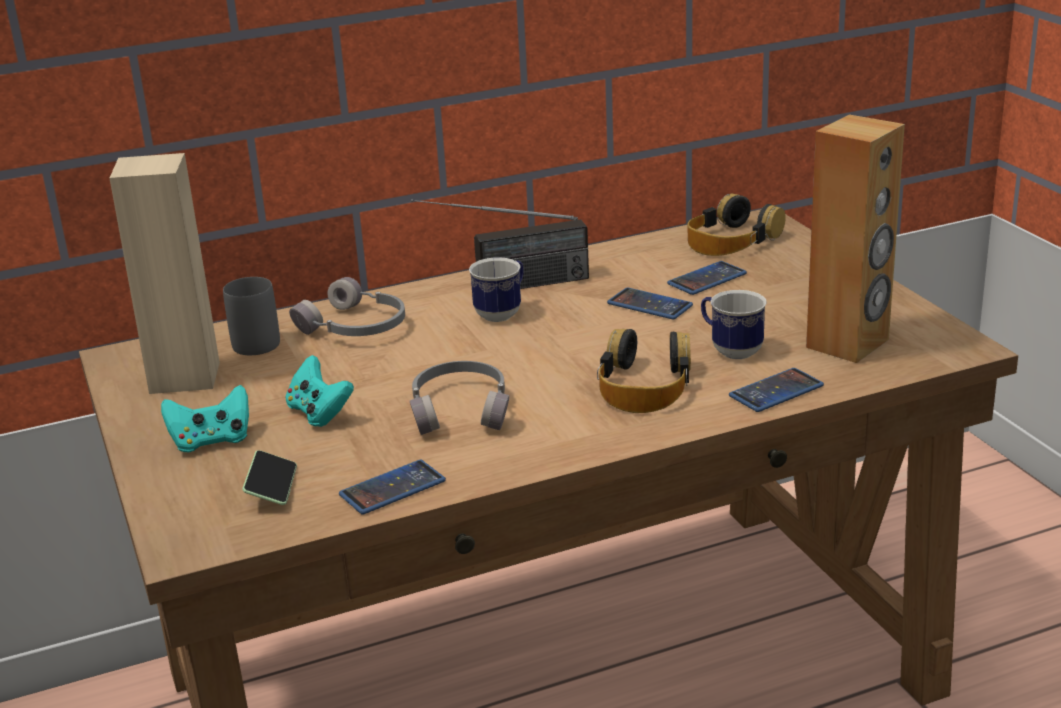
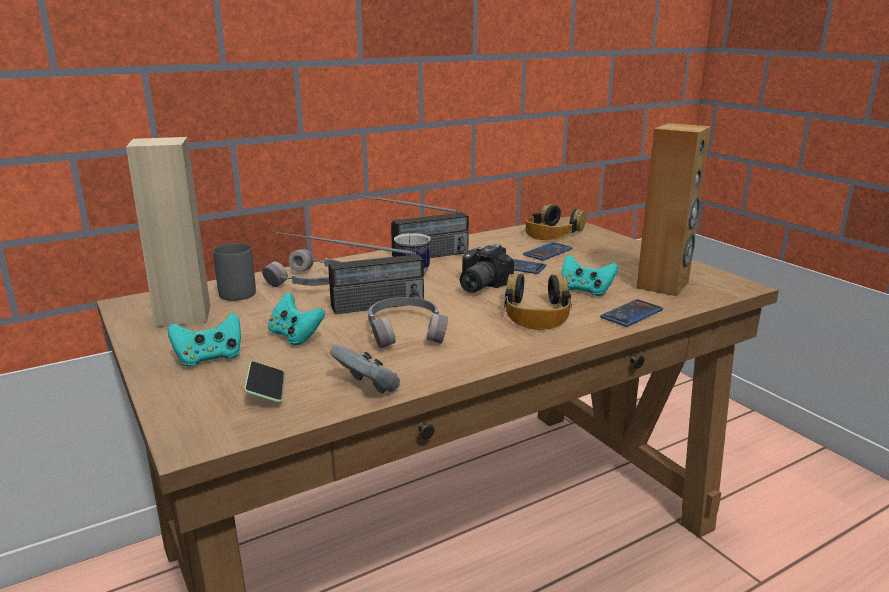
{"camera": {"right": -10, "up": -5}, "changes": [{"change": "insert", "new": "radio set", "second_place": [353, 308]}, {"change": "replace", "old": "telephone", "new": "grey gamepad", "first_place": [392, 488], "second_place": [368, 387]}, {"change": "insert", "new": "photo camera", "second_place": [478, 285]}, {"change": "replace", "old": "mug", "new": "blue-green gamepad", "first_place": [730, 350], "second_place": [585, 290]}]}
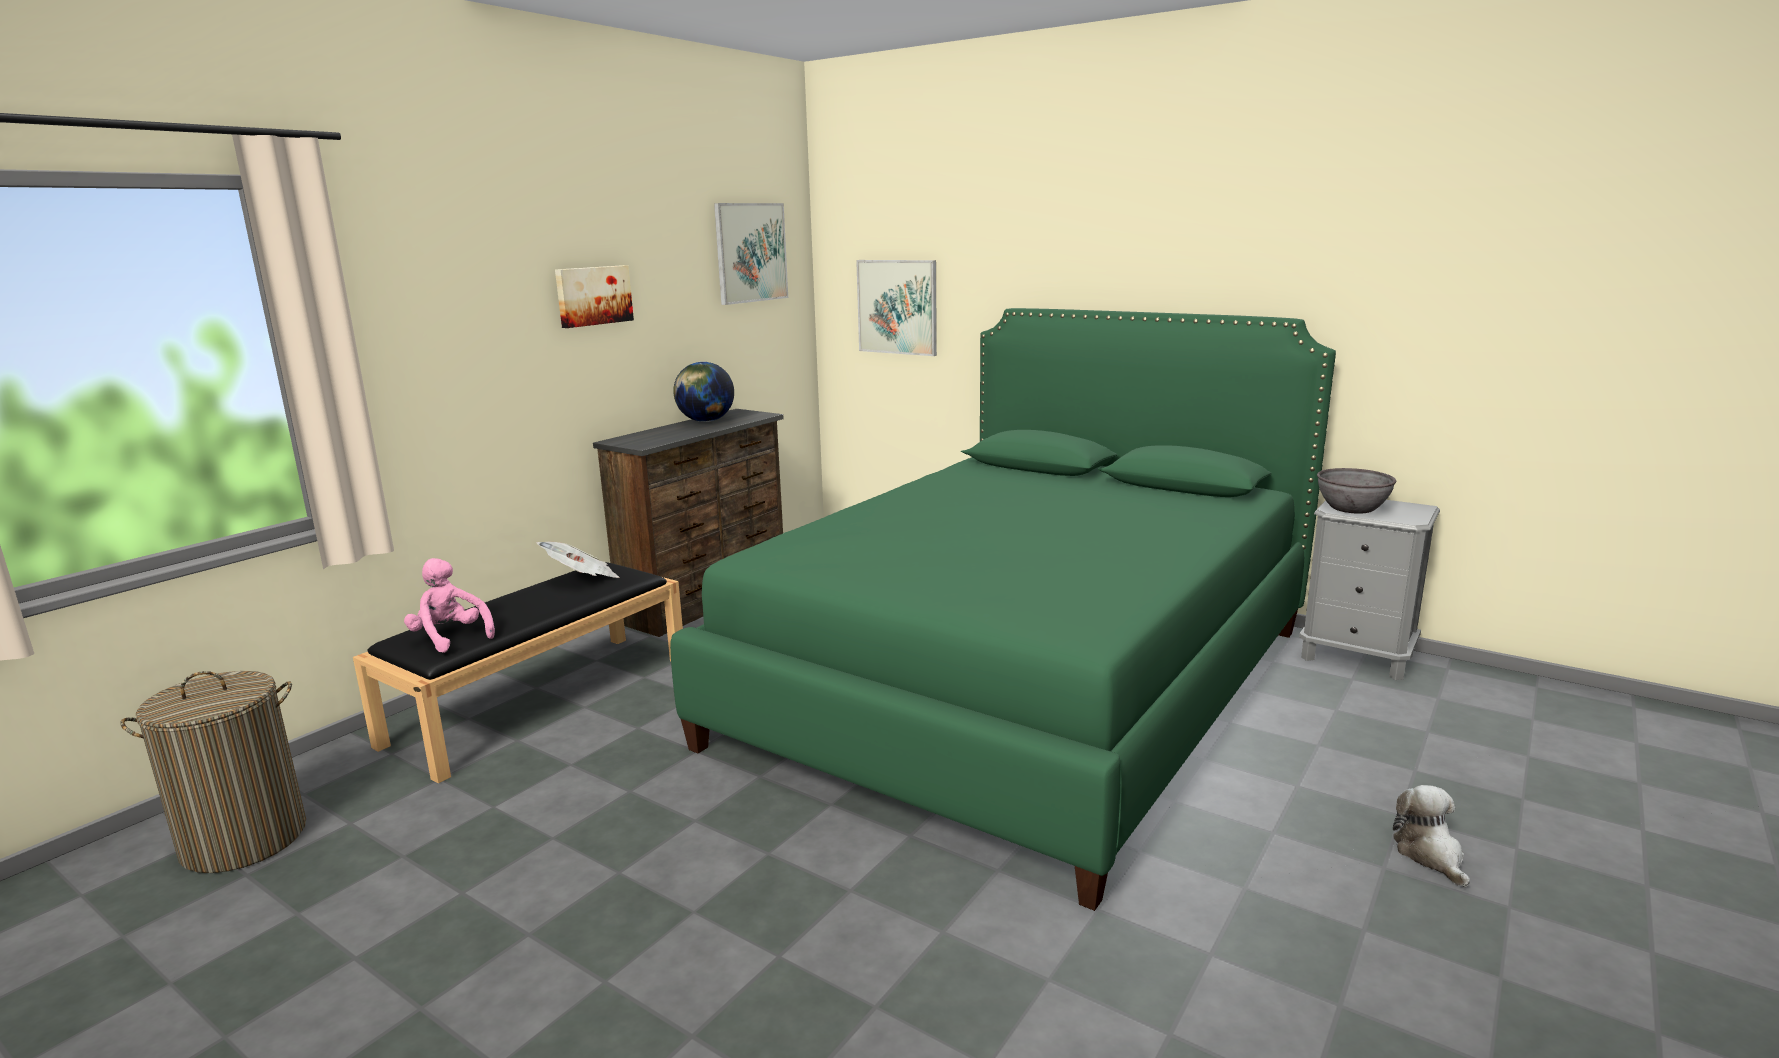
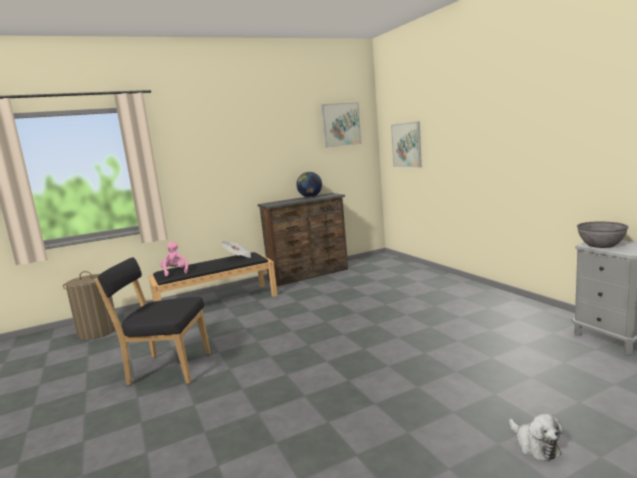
{"camera": {"right": 30, "up": -5}, "changes": [{"change": "insert", "new": "black-coloured plain chair", "second_place": [166, 369]}, {"change": "rotate", "old": "cuddly toy", "first_place": [1430, 855], "second_place": [535, 445], "degrees": 135}, {"change": "delete", "old": "wall picture", "first_place": [593, 295]}, {"change": "delete", "old": "green bed", "first_place": [1026, 684]}]}
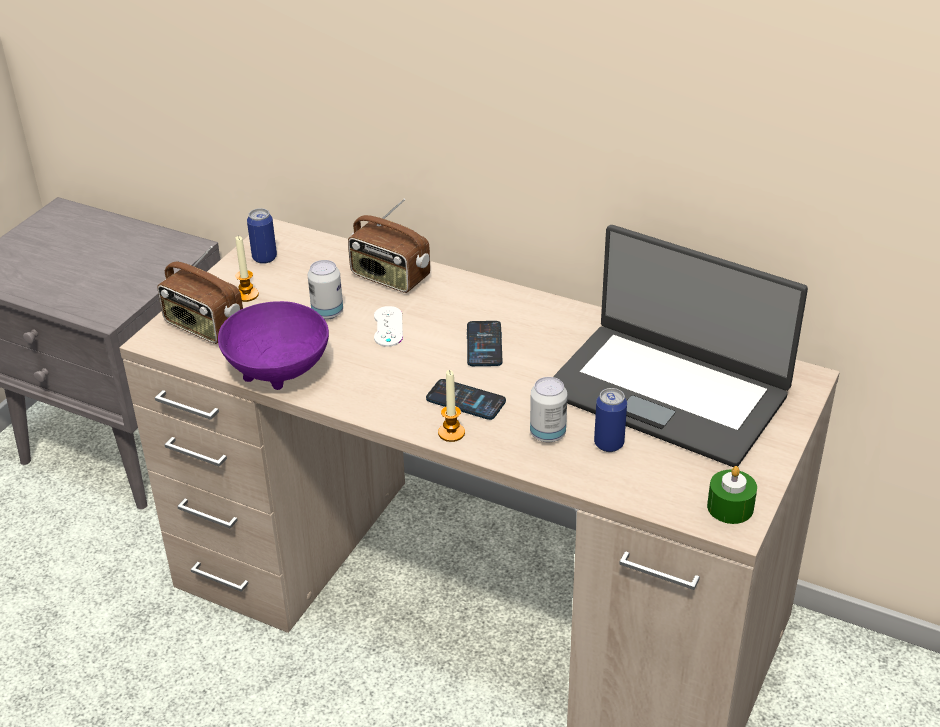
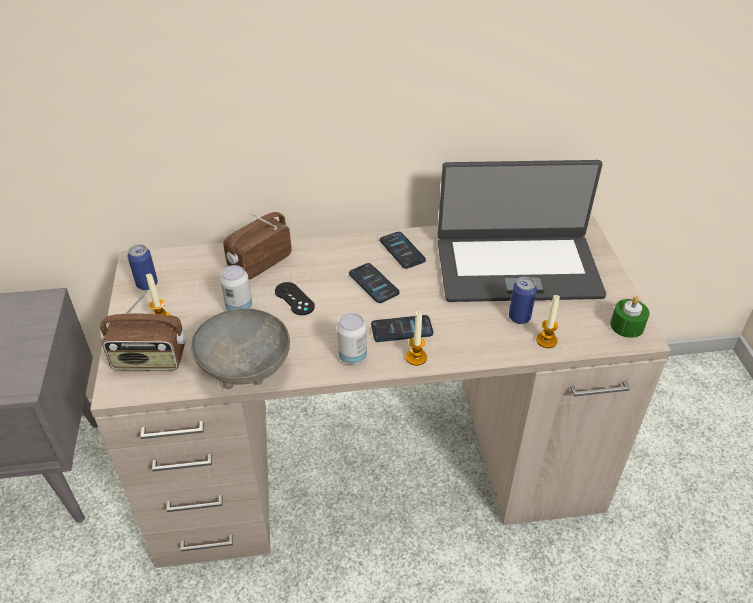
{"camera": {"right": -35, "up": 5}, "changes": [{"change": "recolor", "old": "purple-coloured serving bowl", "new": "grey serving bowl", "first_place": [278, 372], "second_place": [247, 370]}, {"change": "rotate", "old": "radio set", "first_place": [389, 278], "second_place": [259, 262], "degrees": 135}, {"change": "recolor", "old": "whitish gamepad", "new": "black-coloured gamepad", "first_place": [388, 326], "second_place": [294, 299]}, {"change": "move", "old": "sealed can", "first_place": [547, 434], "second_place": [352, 356]}, {"change": "insert", "new": "telephone", "second_place": [402, 251]}, {"change": "insert", "new": "wax light", "second_place": [546, 340]}]}
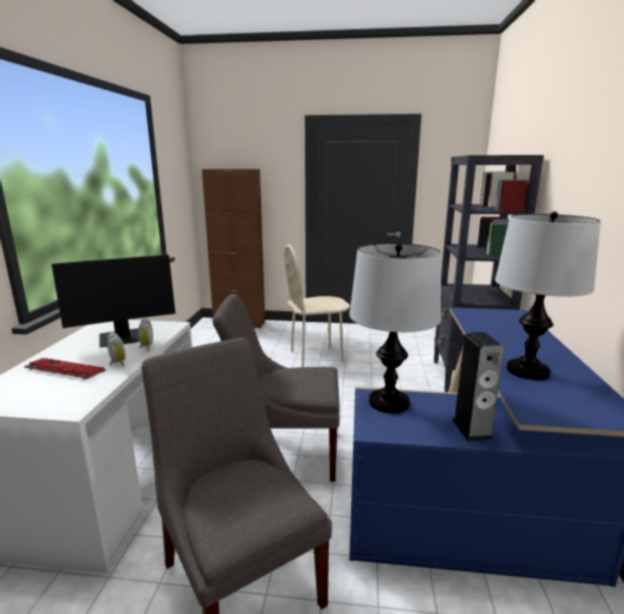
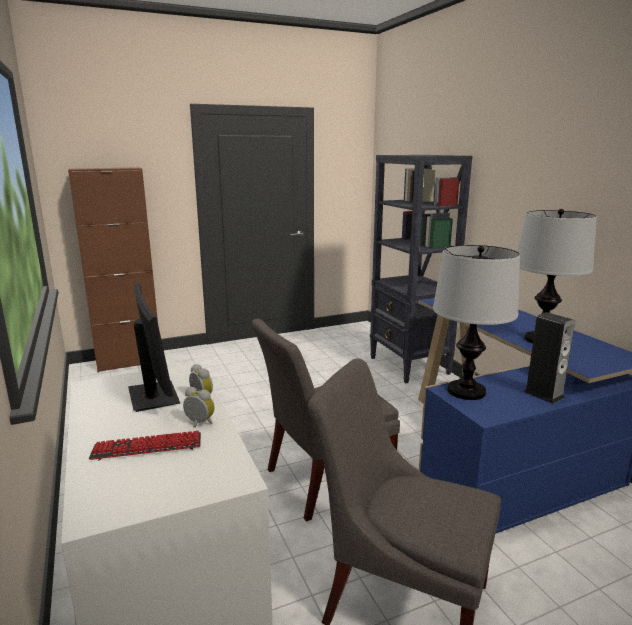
{"camera": {"right": -30, "up": 0}, "changes": [{"change": "rotate", "old": "computer display", "first_place": [123, 338], "second_place": [153, 396], "degrees": -60}, {"change": "delete", "old": "sand-coloured plain chair", "first_place": [316, 356]}]}
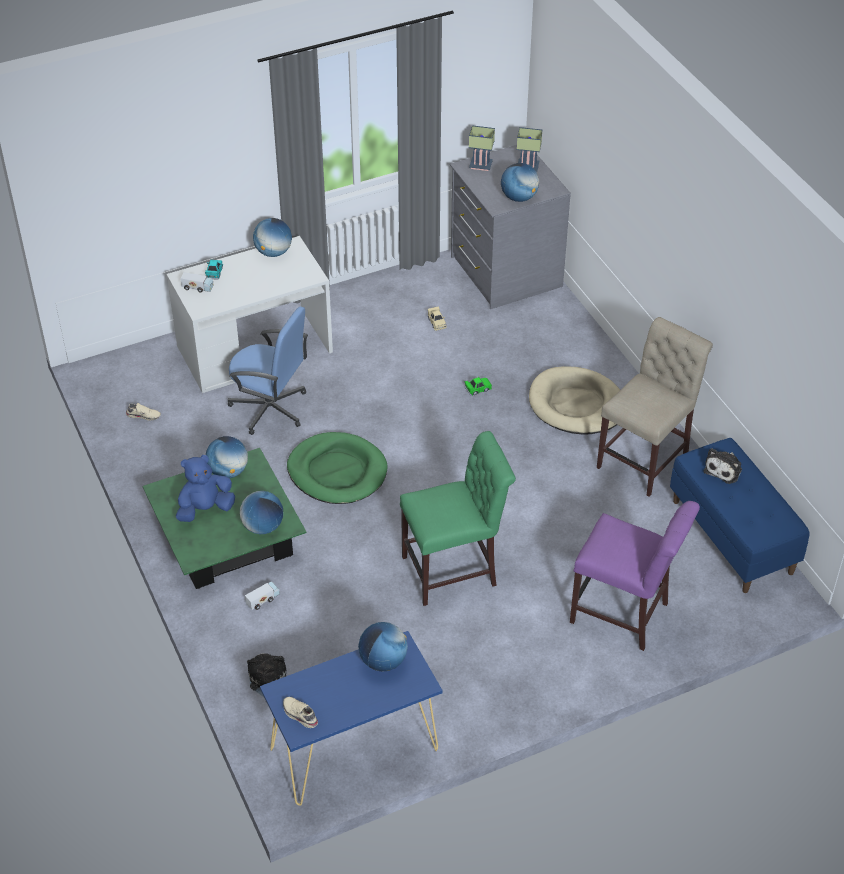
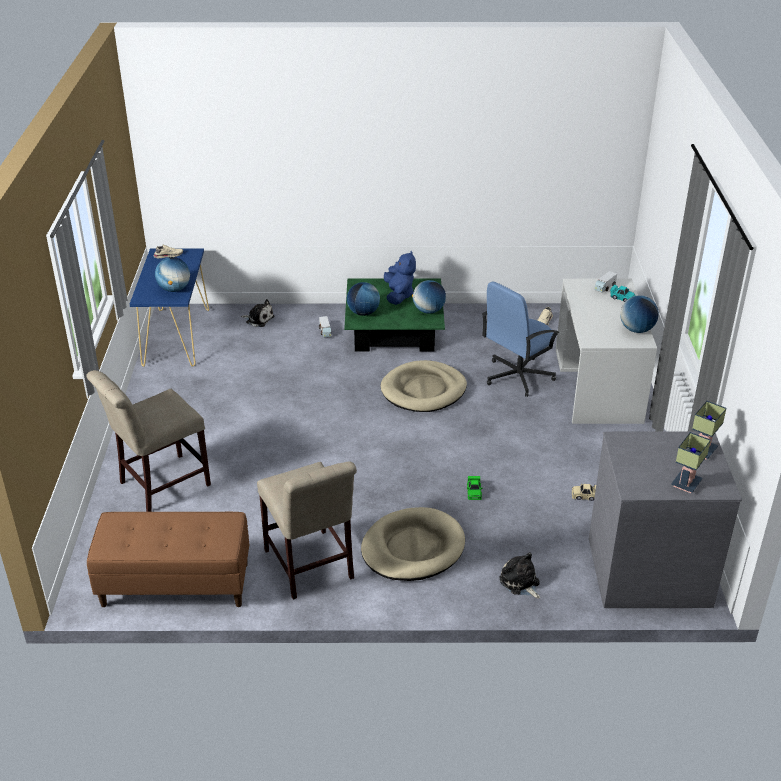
{"camera": {"right": 115, "up": -10}, "changes": [{"change": "recolor", "old": "purple-coloured plain chair", "new": "sand-coloured plain chair", "first_place": [624, 615], "second_place": [159, 485]}, {"change": "recolor", "old": "blue-coloured indoor bench", "new": "brownish indoor bench", "first_place": [733, 537], "second_place": [175, 585]}, {"change": "recolor", "old": "green pet bed", "new": "sand-coloured pet bed", "first_place": [337, 471], "second_place": [423, 390]}, {"change": "move", "old": "cuddly toy", "first_place": [724, 469], "second_place": [520, 583]}, {"change": "delete", "old": "green plain chair", "first_place": [455, 570]}, {"change": "delete", "old": "globe", "first_place": [519, 197]}]}
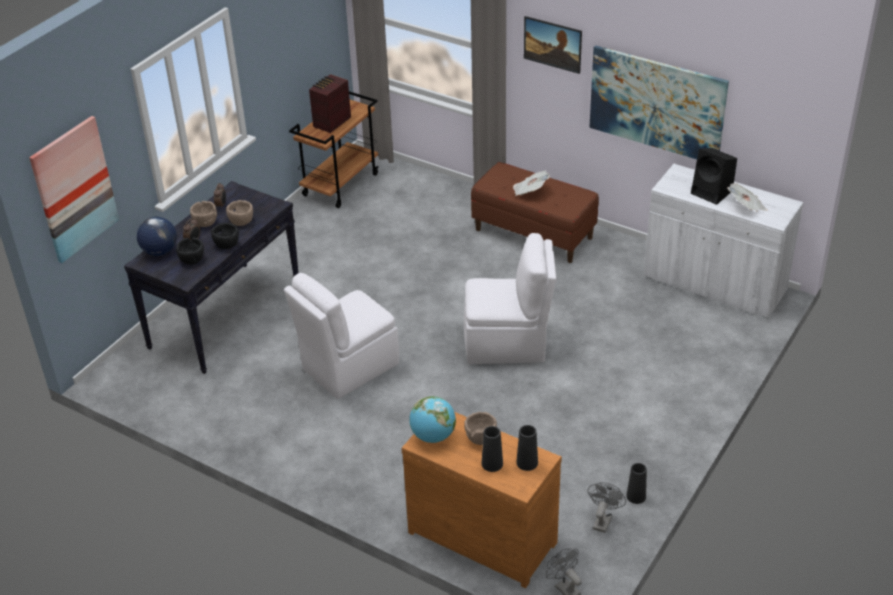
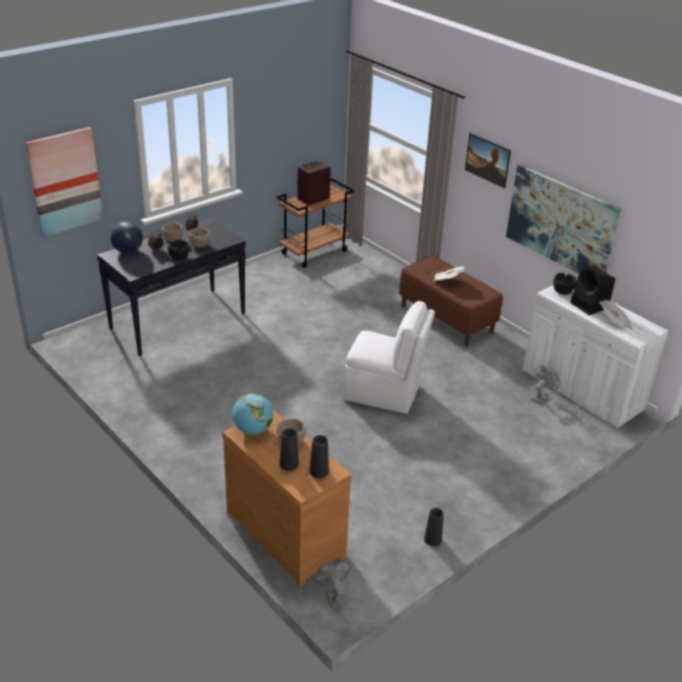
{"camera": {"right": 15, "up": -5}, "changes": [{"change": "move", "old": "grey electric fan", "first_place": [603, 520], "second_place": [541, 397]}, {"change": "move", "old": "black-coloured serving bowl", "first_place": [192, 260], "second_place": [562, 291]}, {"change": "delete", "old": "whitish plain chair", "first_place": [348, 367]}]}
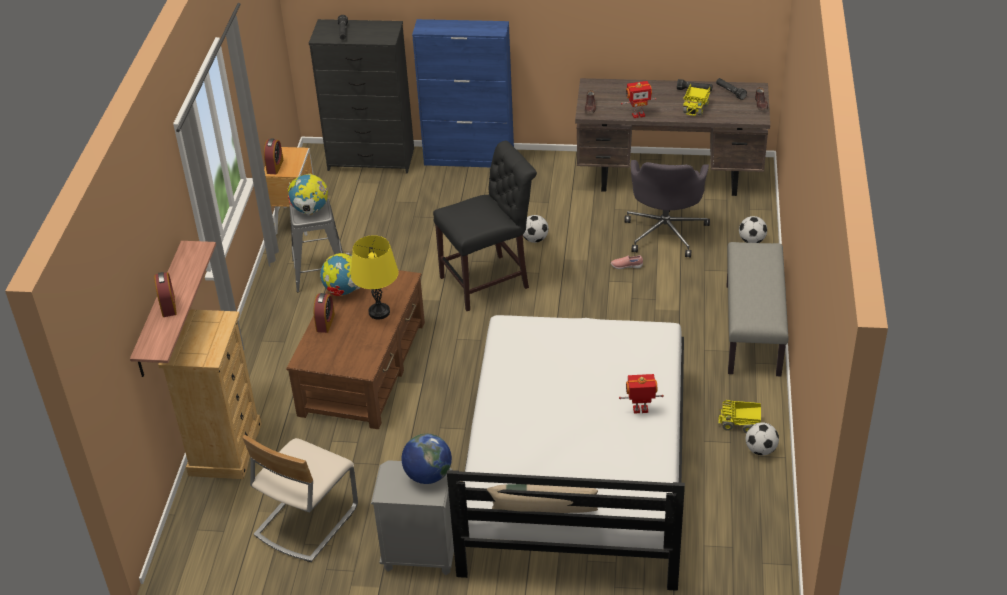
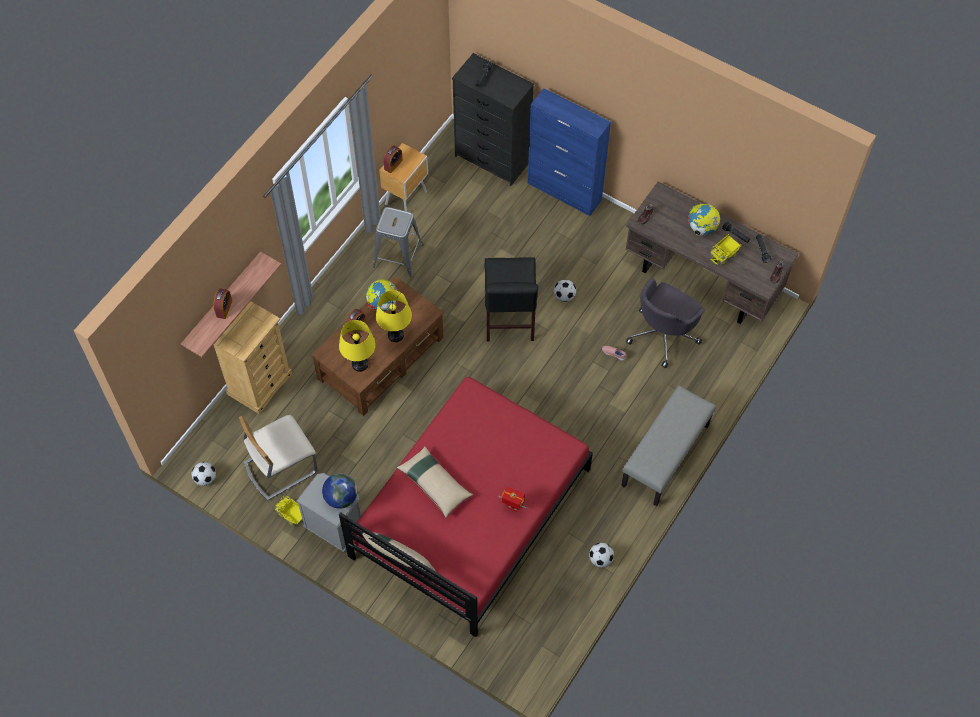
{"camera": {"right": 25, "up": 20}, "changes": [{"change": "move", "old": "football", "first_place": [751, 241], "second_place": [205, 478]}, {"change": "move", "old": "model truck", "first_place": [740, 424], "second_place": [292, 515]}, {"change": "insert", "new": "yellow-coloured lamp for a table", "second_place": [360, 364]}, {"change": "recolor", "old": "whitish bed", "new": "red-coloured bed", "first_place": [576, 468], "second_place": [470, 512]}, {"change": "insert", "new": "sand-coloured cushion", "second_place": [435, 484]}, {"change": "rotate", "old": "black-coloured plain chair", "first_place": [489, 281], "second_place": [509, 321], "degrees": 90}, {"change": "move", "old": "globe", "first_place": [310, 210], "second_place": [701, 228]}, {"change": "delete", "old": "model robot", "first_place": [638, 115]}]}
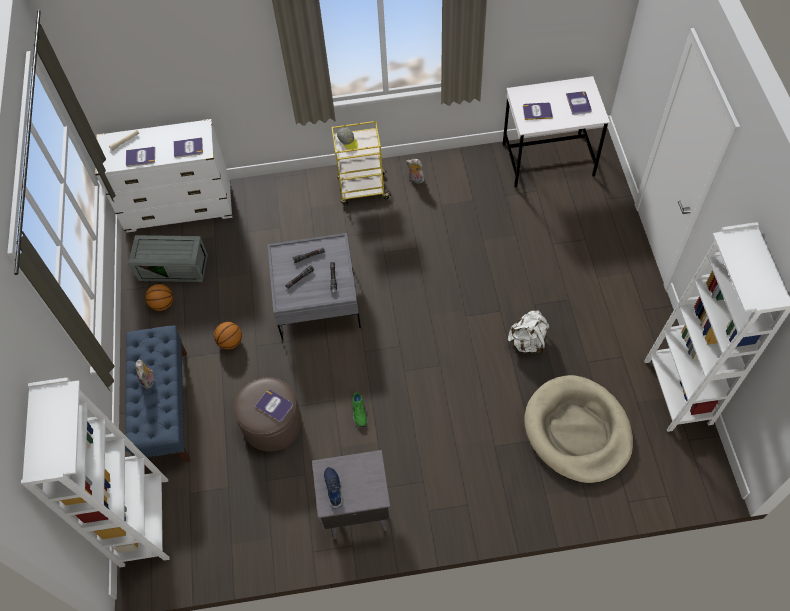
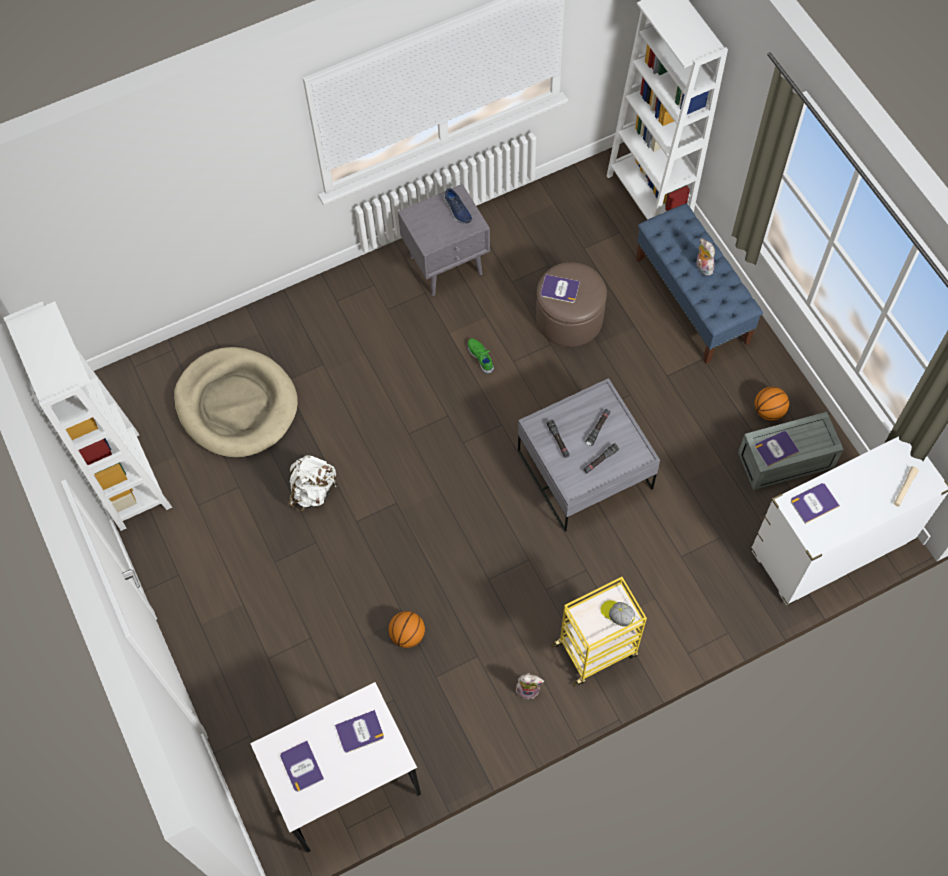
{"camera": {"right": 160, "up": 5}, "changes": [{"change": "move", "old": "basketball ball", "first_place": [230, 342], "second_place": [407, 635]}, {"change": "move", "old": "book", "first_place": [140, 157], "second_place": [776, 449]}]}
